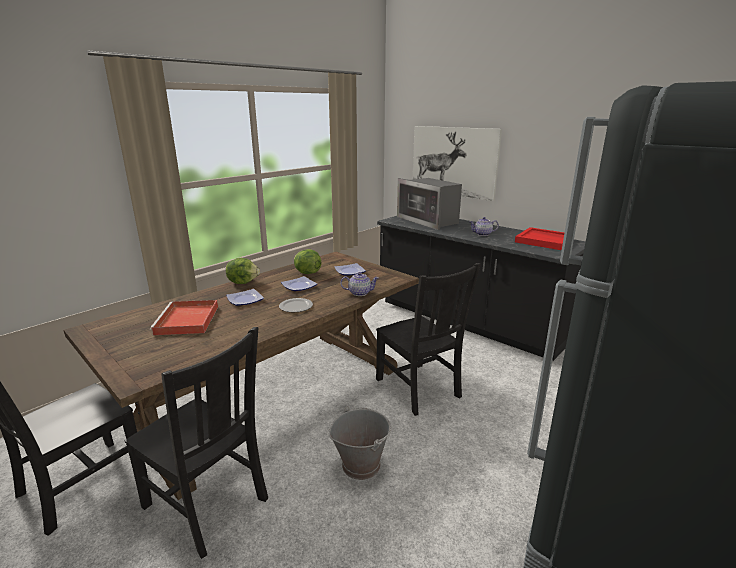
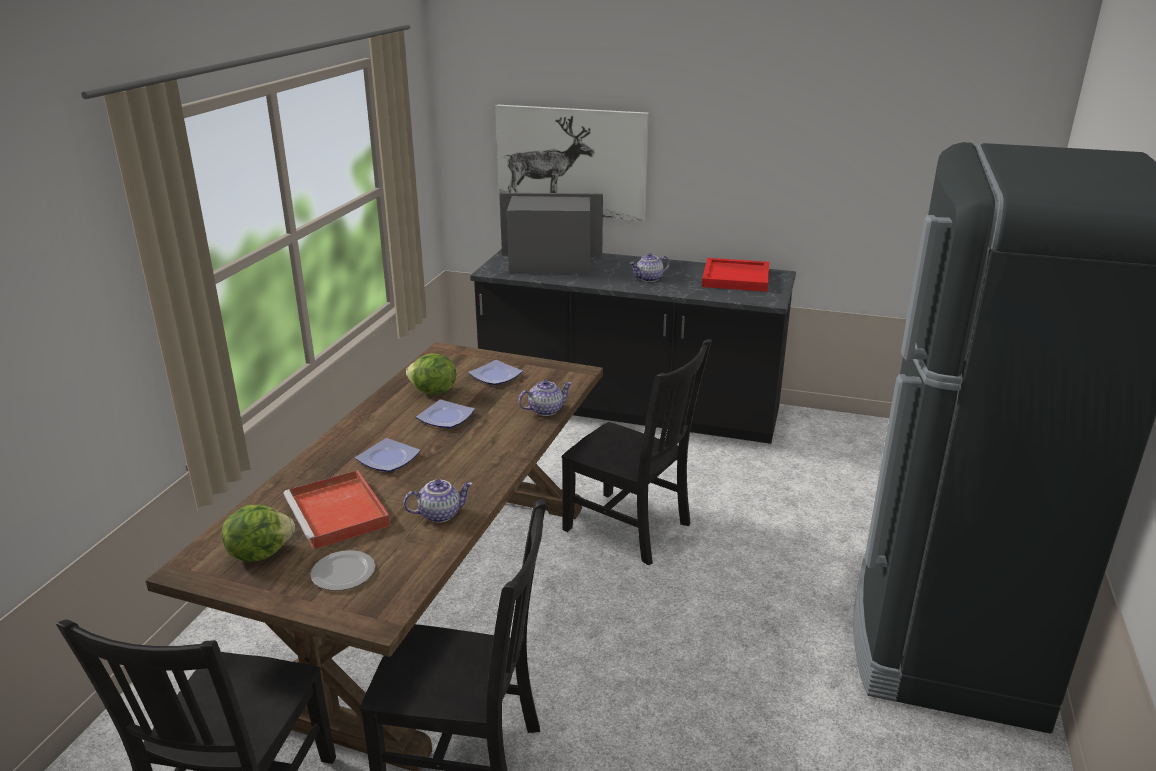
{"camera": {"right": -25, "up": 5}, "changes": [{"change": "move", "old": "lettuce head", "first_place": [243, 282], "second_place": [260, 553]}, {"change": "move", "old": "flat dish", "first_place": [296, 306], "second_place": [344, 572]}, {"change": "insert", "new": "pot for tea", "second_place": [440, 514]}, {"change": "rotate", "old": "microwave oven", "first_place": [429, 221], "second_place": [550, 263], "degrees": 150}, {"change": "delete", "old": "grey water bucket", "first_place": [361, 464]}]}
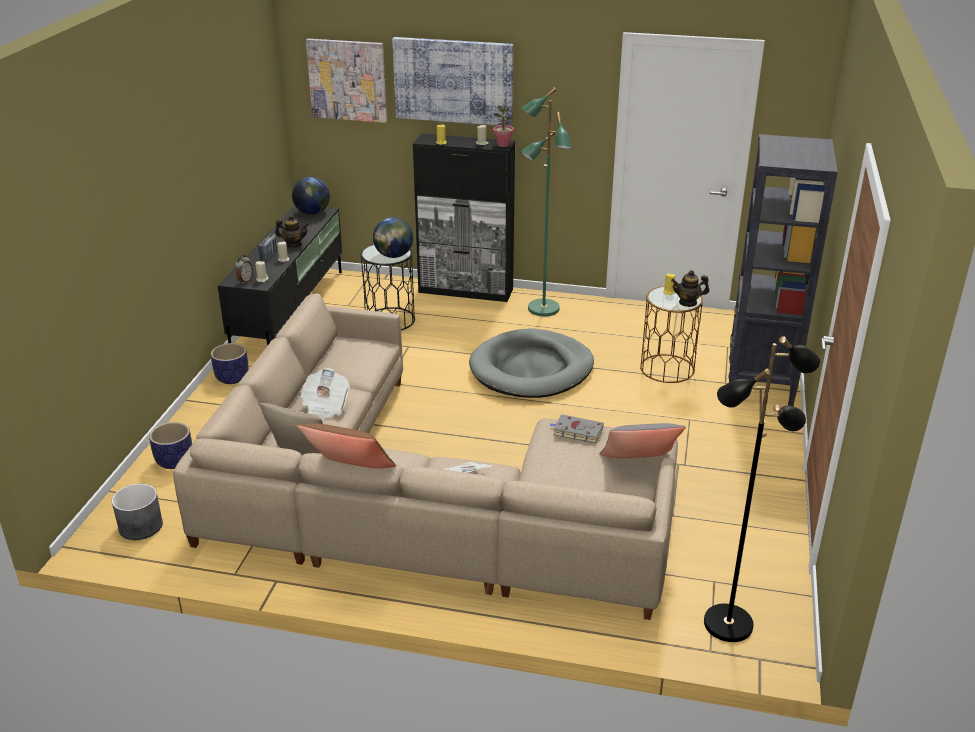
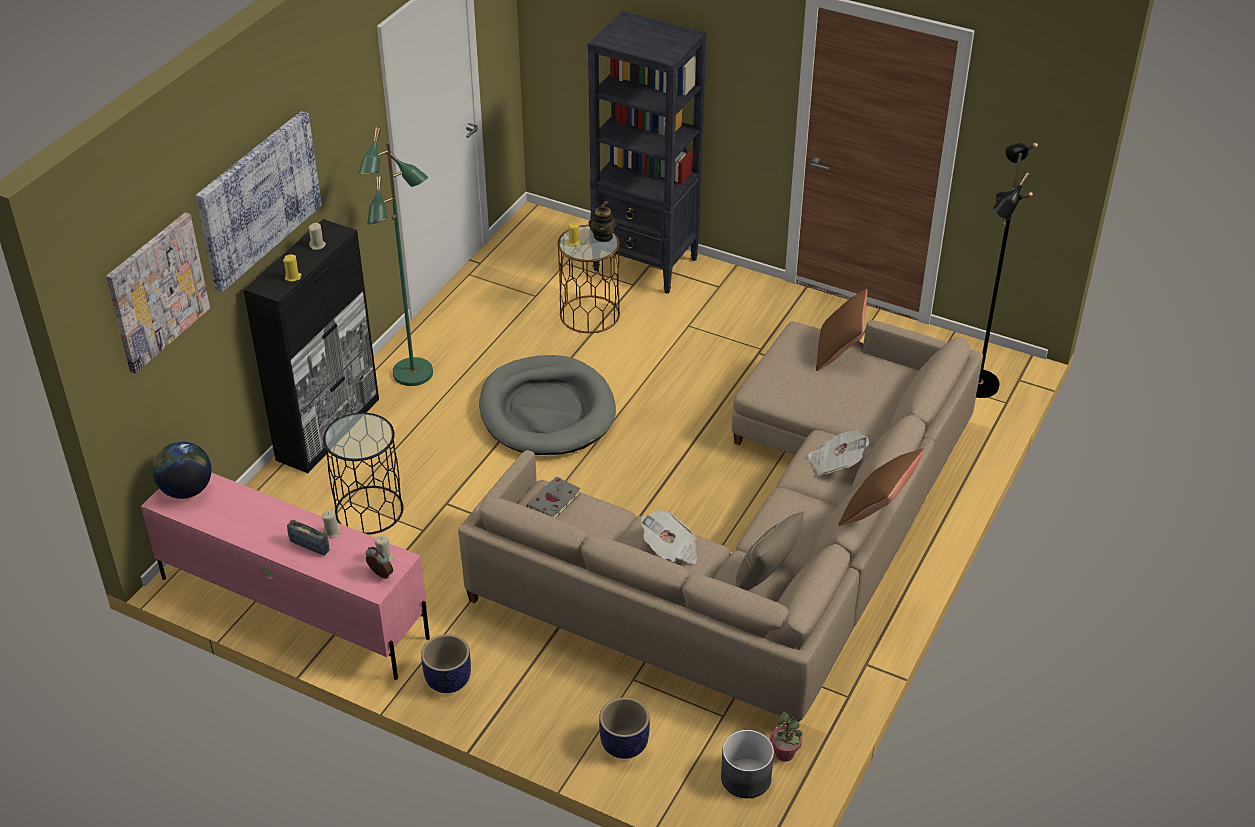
{"camera": {"right": -75, "up": 10}, "changes": [{"change": "recolor", "old": "black-coloured media console", "new": "pink-coloured media console", "first_place": [291, 312], "second_place": [292, 606]}, {"change": "move", "old": "grey book", "first_place": [576, 431], "second_place": [553, 503]}, {"change": "move", "old": "plant in a pot", "first_place": [503, 144], "second_place": [785, 753]}, {"change": "recolor", "old": "grey cushion", "new": "brownish cushion", "first_place": [638, 465], "second_place": [839, 351]}, {"change": "delete", "old": "pot for tea", "first_place": [293, 244]}, {"change": "delete", "old": "globe", "first_place": [394, 256]}]}
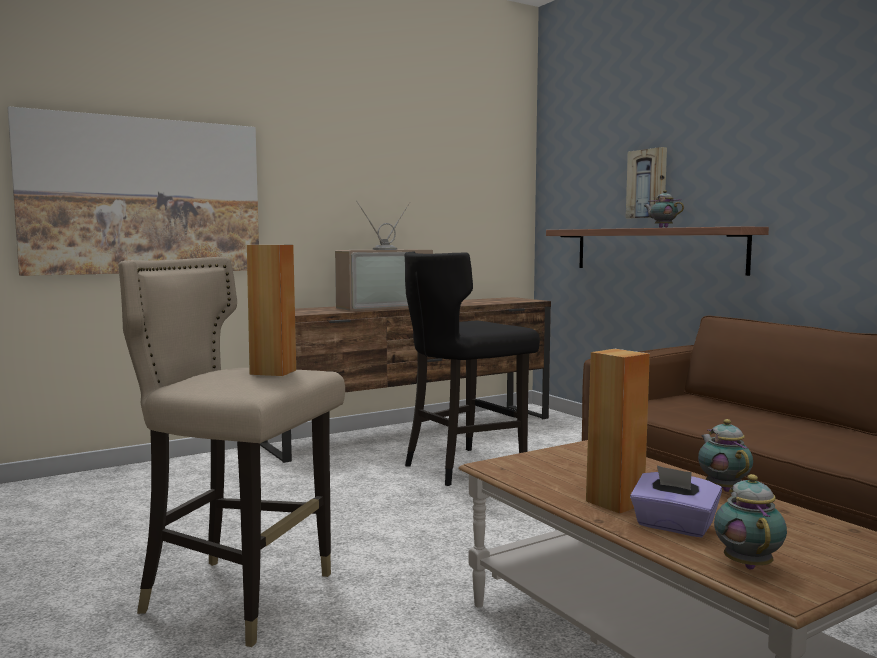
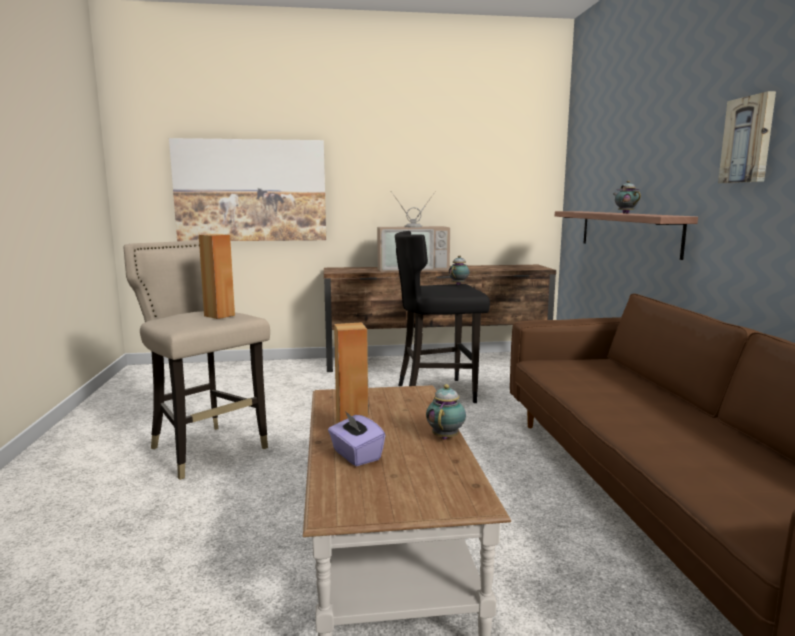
{"camera": {"right": 25, "up": 5}, "changes": [{"change": "move", "old": "pot for tea", "first_place": [747, 564], "second_place": [459, 284]}, {"change": "move", "old": "wall picture", "first_place": [648, 184], "second_place": [748, 140]}]}
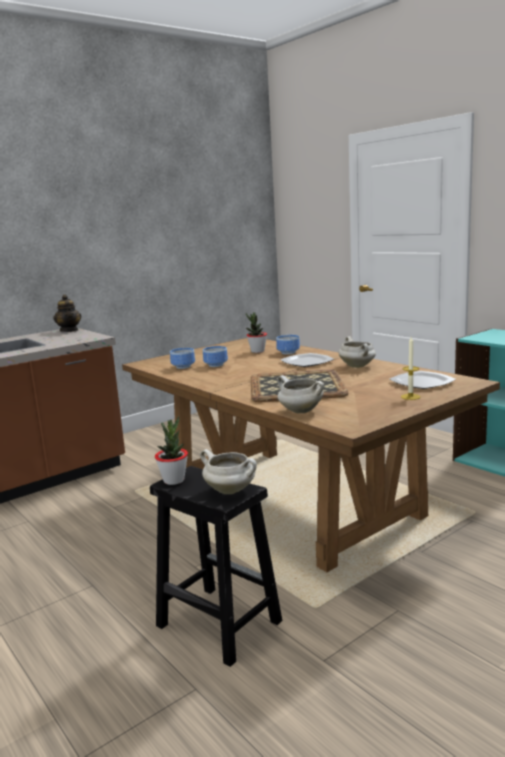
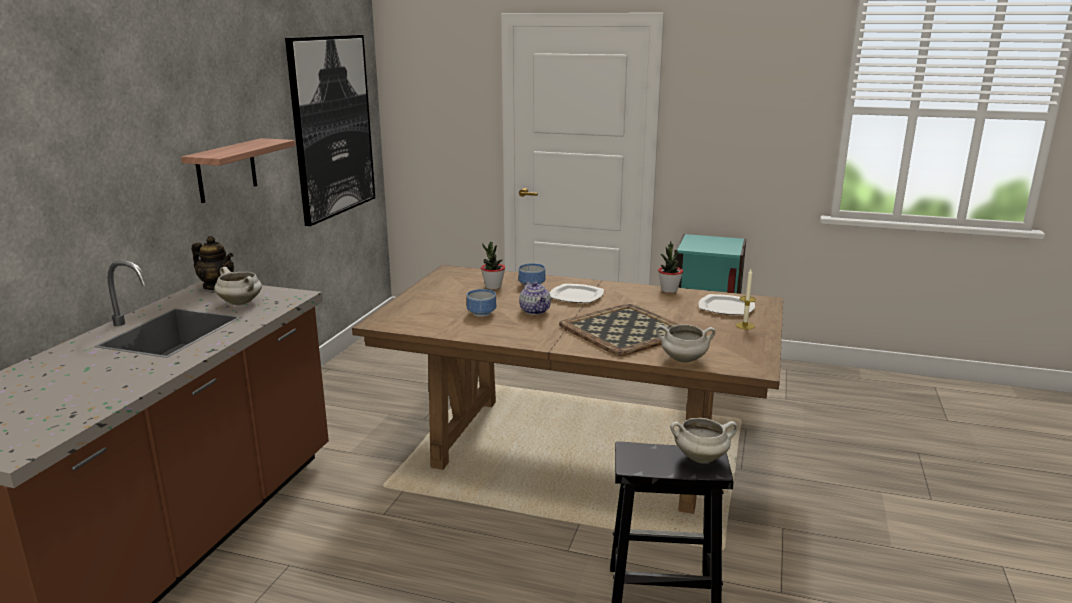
{"camera": {"right": -35, "up": 5}, "changes": [{"change": "insert", "new": "shelf", "second_place": [226, 170]}, {"change": "move", "old": "whitish stockpot", "first_place": [358, 366], "second_place": [241, 303]}, {"change": "insert", "new": "wall picture", "second_place": [332, 126]}, {"change": "insert", "new": "pot for tea", "second_place": [535, 311]}, {"change": "move", "old": "plant in a pot", "first_place": [174, 480], "second_place": [669, 290]}, {"change": "delete", "old": "serving bowl", "first_place": [184, 367]}]}
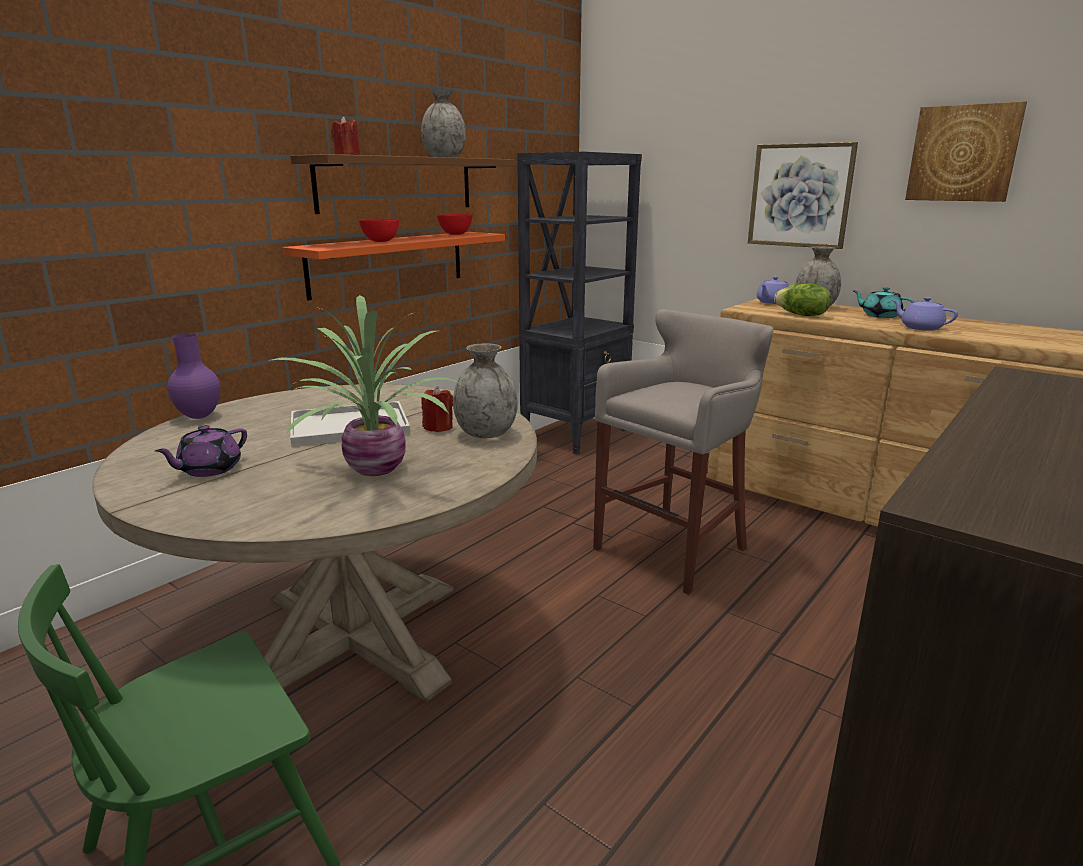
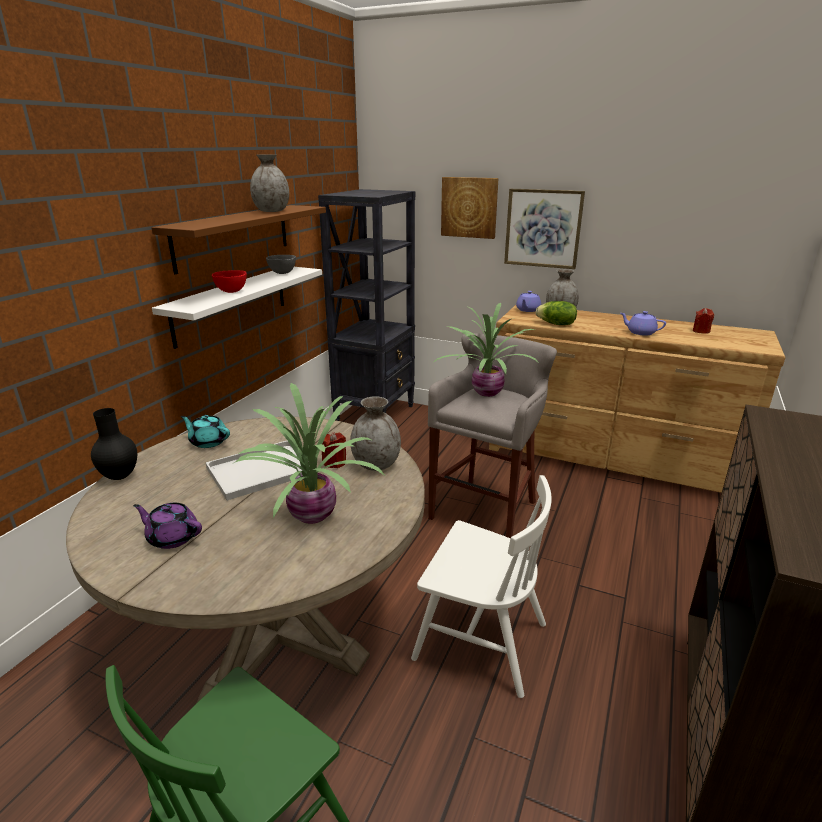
{"camera": {"right": -15, "up": 5}, "changes": [{"change": "recolor", "old": "purple-coloured flower vase", "new": "black-coloured flower vase", "first_place": [200, 416], "second_place": [120, 476]}, {"change": "rotate", "old": "purple-coloured pot for tea", "first_place": [209, 469], "second_place": [172, 537], "degrees": 90}, {"change": "recolor", "old": "orange shelf", "new": "whitish shelf", "first_place": [388, 263], "second_place": [232, 304]}, {"change": "move", "old": "blue-green pot for tea", "first_place": [880, 316], "second_place": [208, 441]}, {"change": "recolor", "old": "red-coloured serving bowl", "new": "grey serving bowl", "first_place": [455, 234], "second_place": [282, 273]}, {"change": "insert", "new": "whitish plain chair", "second_place": [480, 640]}, {"change": "insert", "new": "plant in a pot", "second_place": [485, 392]}, {"change": "move", "old": "wall picture", "first_place": [963, 153], "second_place": [469, 207]}, {"change": "move", "old": "red-coloured wax light", "first_place": [347, 154], "second_place": [701, 331]}]}
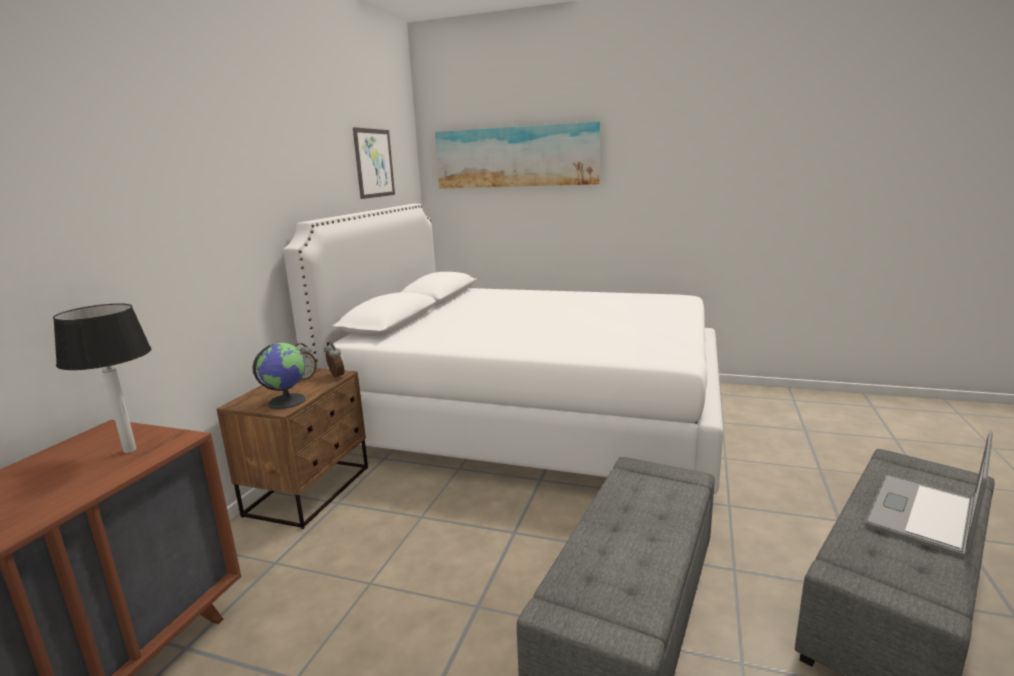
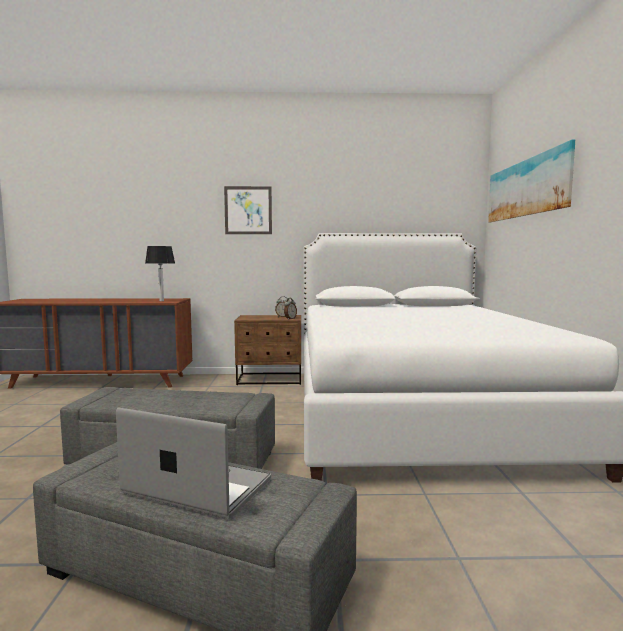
{"camera": {"right": 70, "up": -10}, "changes": [{"change": "move", "old": "wall picture", "first_place": [374, 163], "second_place": [248, 210]}, {"change": "delete", "old": "globe", "first_place": [287, 401]}]}
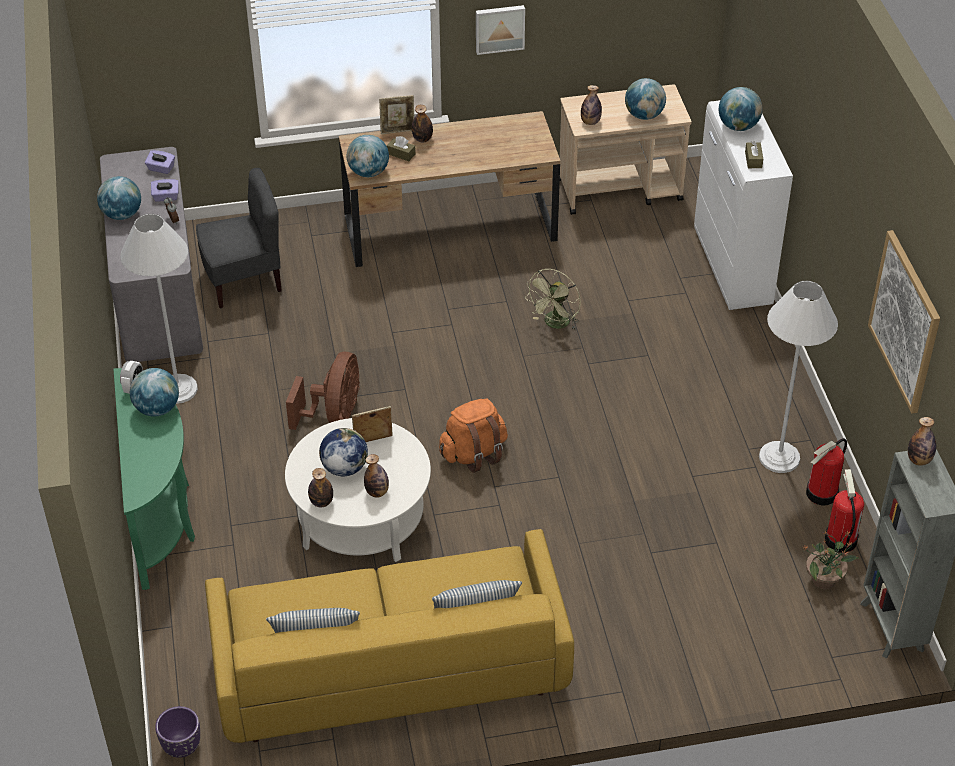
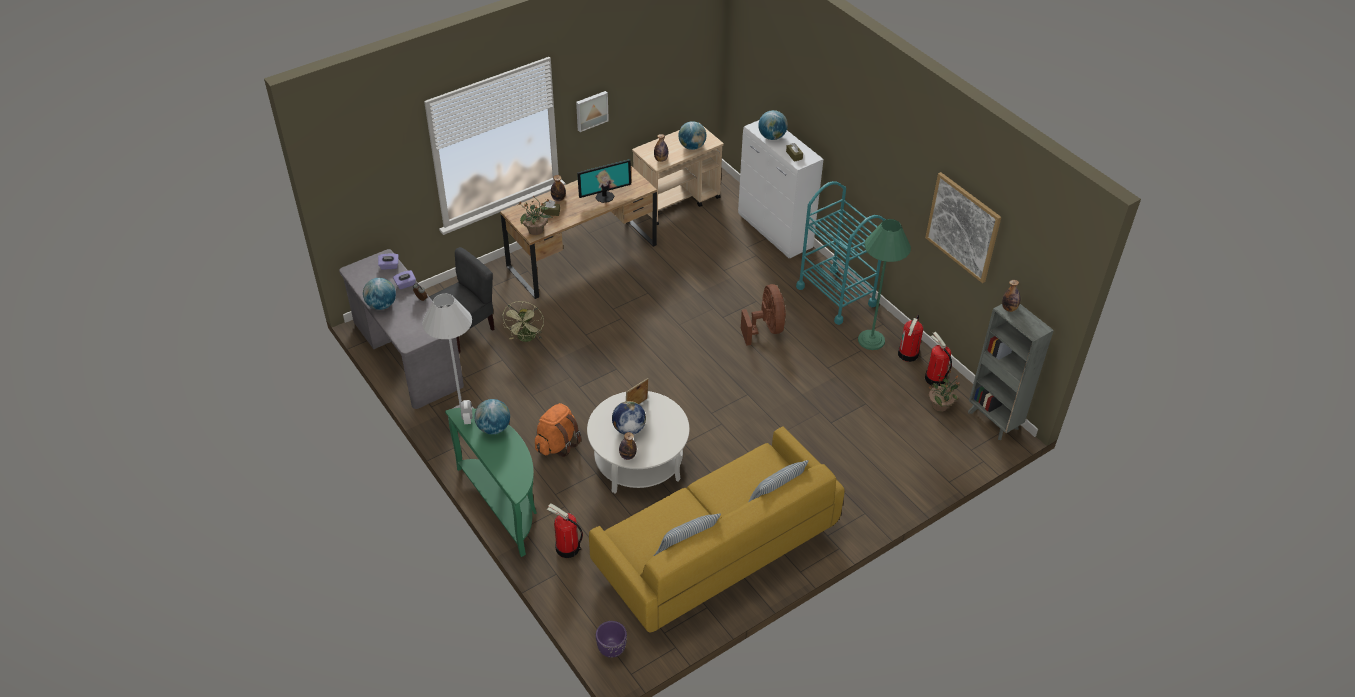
{"camera": {"right": -25, "up": 0}, "changes": [{"change": "move", "old": "green electric fan", "first_place": [555, 324], "second_place": [526, 338]}, {"change": "replace", "old": "globe", "new": "plant in a pot", "first_place": [368, 172], "second_place": [536, 230]}, {"change": "move", "old": "orange rucksack", "first_place": [474, 454], "second_place": [557, 444]}, {"change": "insert", "new": "fire extinguisher", "second_place": [567, 548]}, {"change": "insert", "new": "computer display", "second_place": [604, 196]}, {"change": "move", "old": "brownish electric fan", "first_place": [334, 414], "second_place": [766, 329]}, {"change": "insert", "new": "blue-green wheeled cart", "second_place": [836, 296]}, {"change": "recolor", "old": "whitish floor lamp", "new": "green floor lamp", "first_place": [779, 457], "second_place": [871, 340]}, {"change": "delete", "old": "bottle", "first_place": [377, 492]}, {"change": "delete", "old": "photo frame", "first_place": [397, 131]}]}
